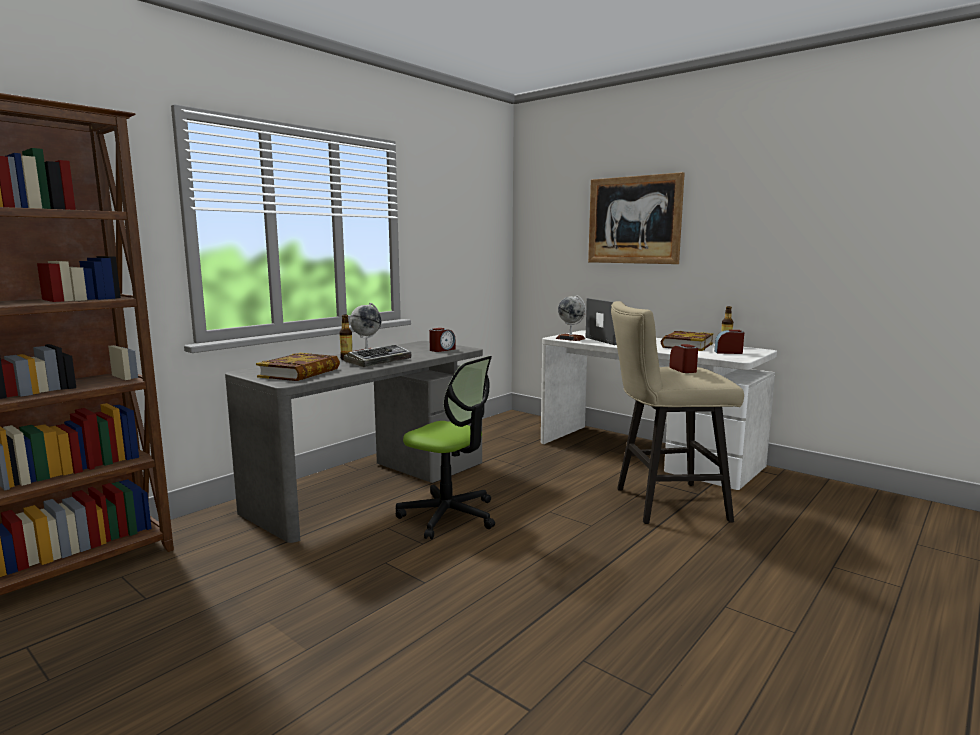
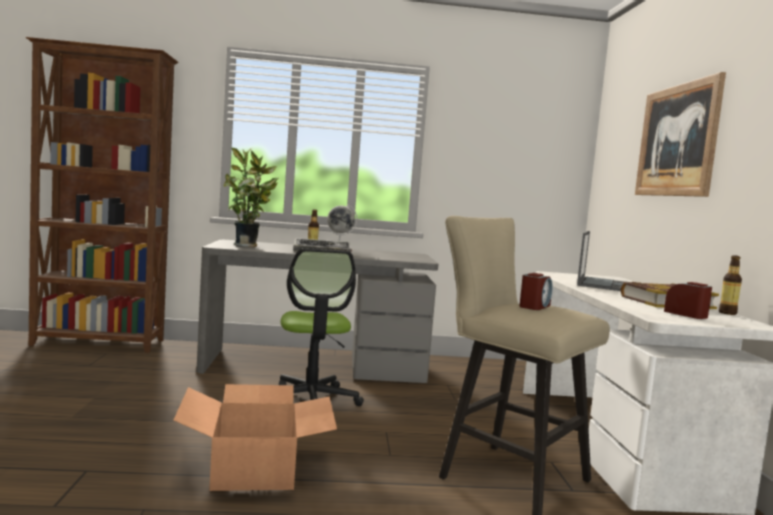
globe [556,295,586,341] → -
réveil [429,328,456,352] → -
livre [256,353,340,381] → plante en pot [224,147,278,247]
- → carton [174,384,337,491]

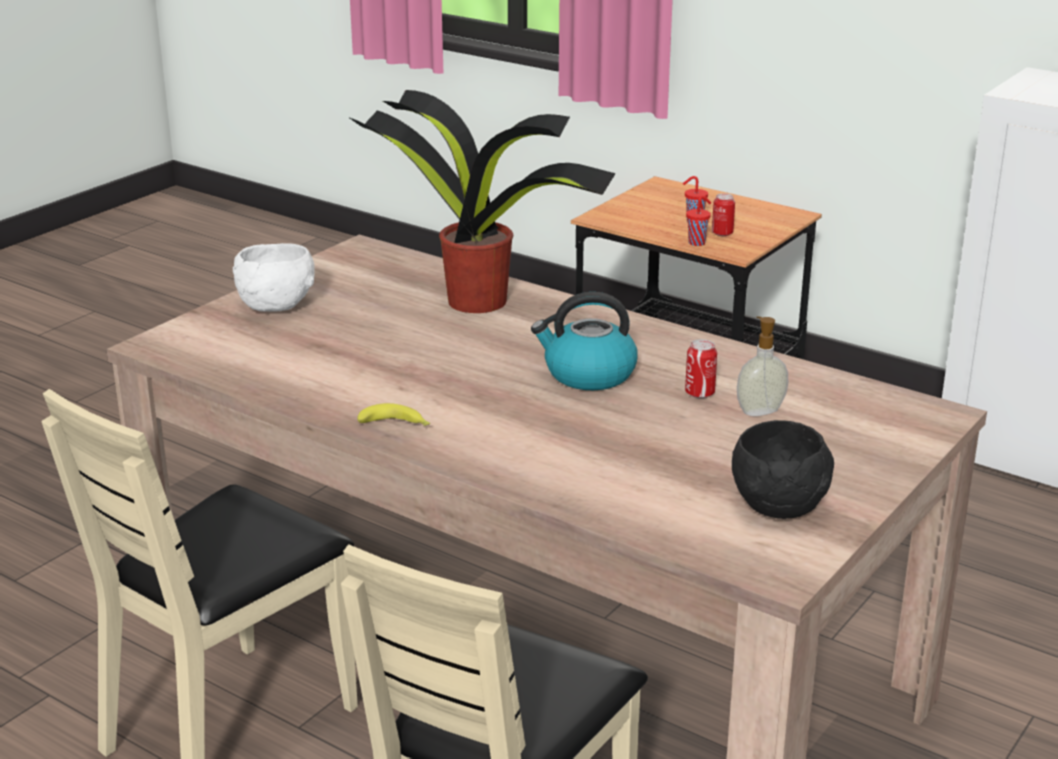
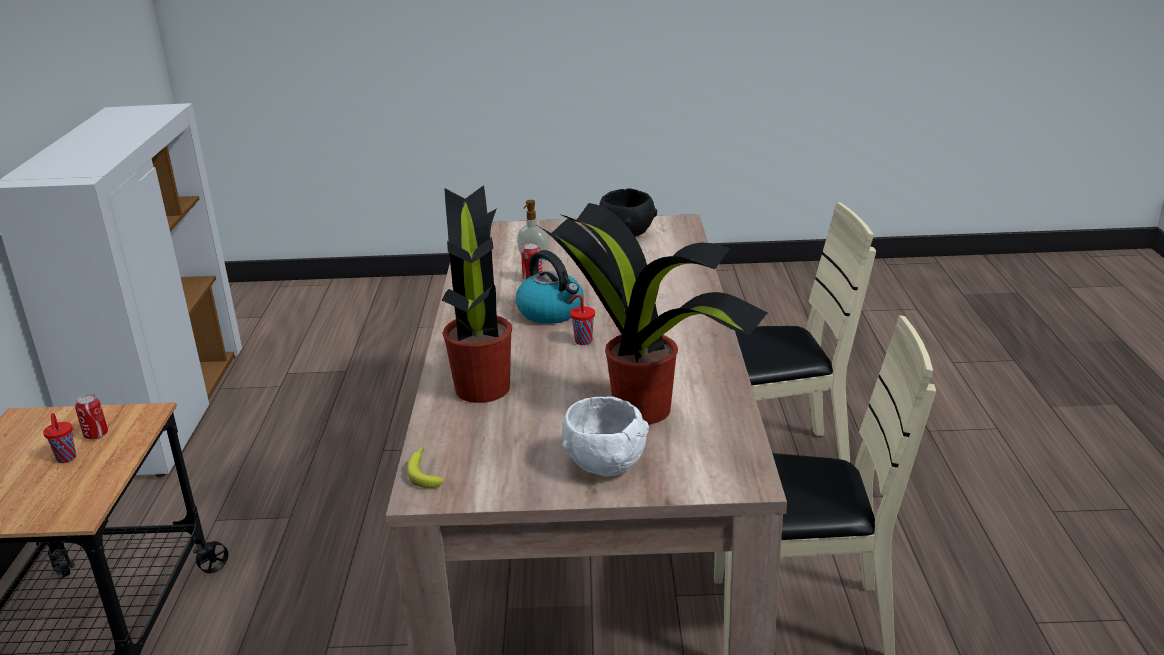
tasse/rouge [686,196,711,246] → tasse/rouge [568,294,595,345], shifted
banane [357,403,430,426] → banane [407,446,444,488], shifted
- → plante en pot [538,203,767,425]

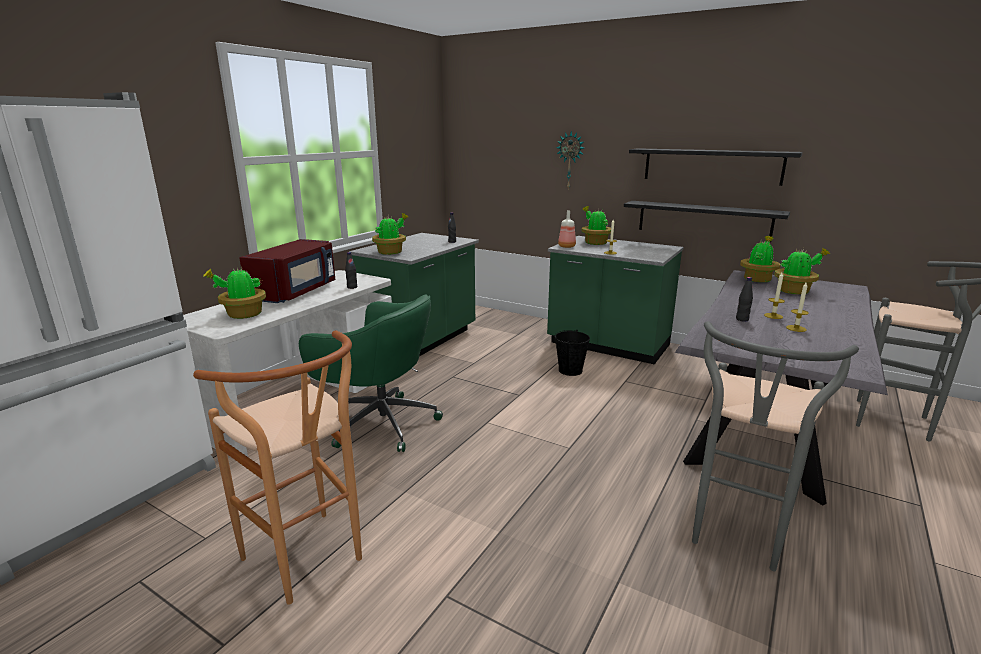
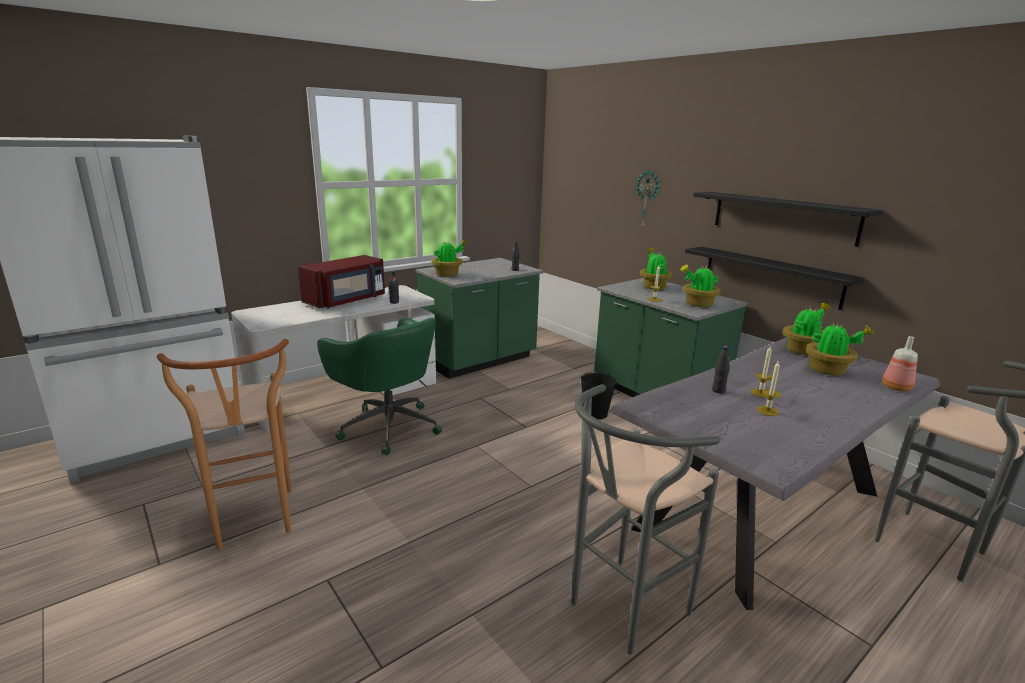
bouteille [558,210,576,248] → bouteille [882,336,918,391], shifted
plante en pot [203,265,266,319] → plante en pot [680,265,721,307], shifted

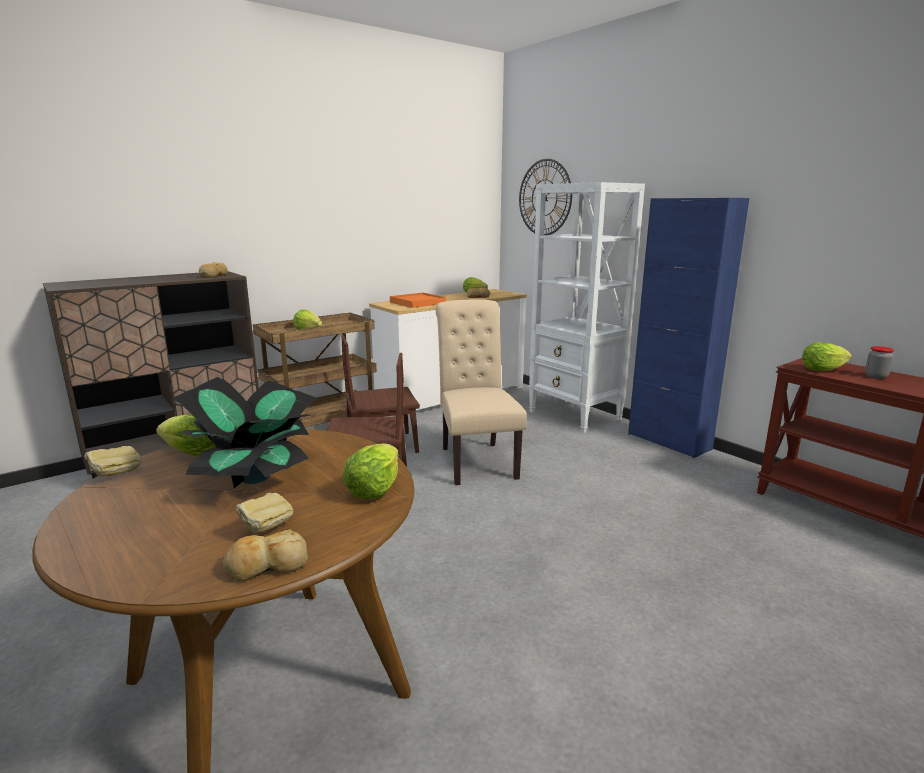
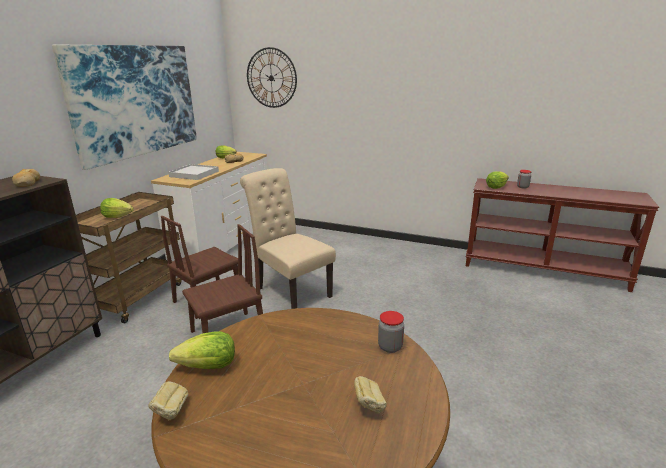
bibliothèque/blanc [529,182,645,433] → -
meuble de rangement/bleu [628,198,749,458] → -
plateau/orange [390,293,446,308] → plateau/blanc [168,164,219,180]
plante en pot [171,377,317,488] → -
laitue [343,443,398,499] → bocal [378,311,404,353]
pain [223,529,308,581] → -
- → tableau [52,45,197,170]

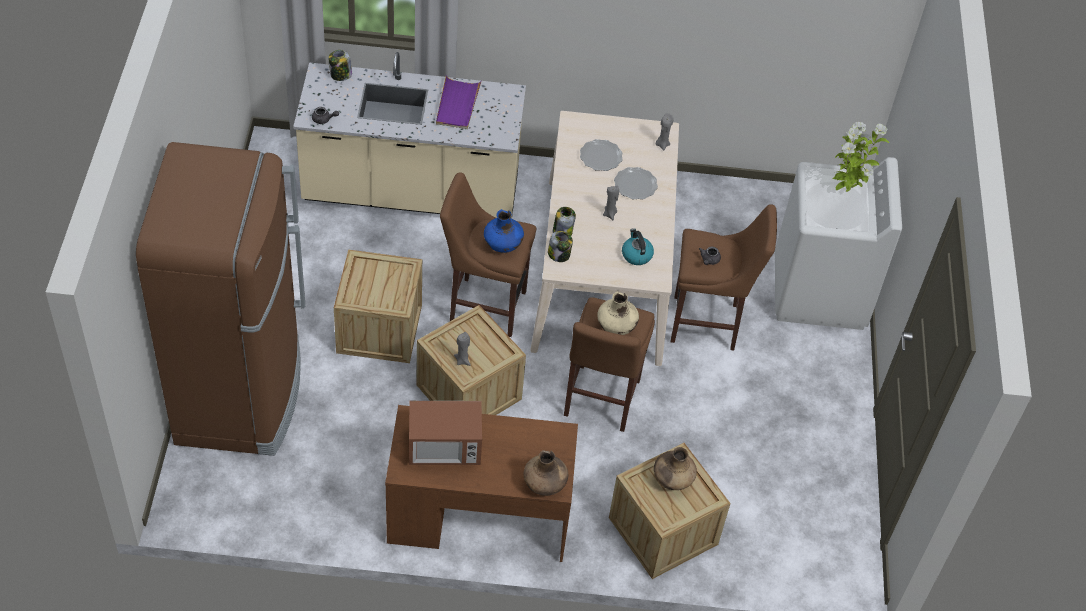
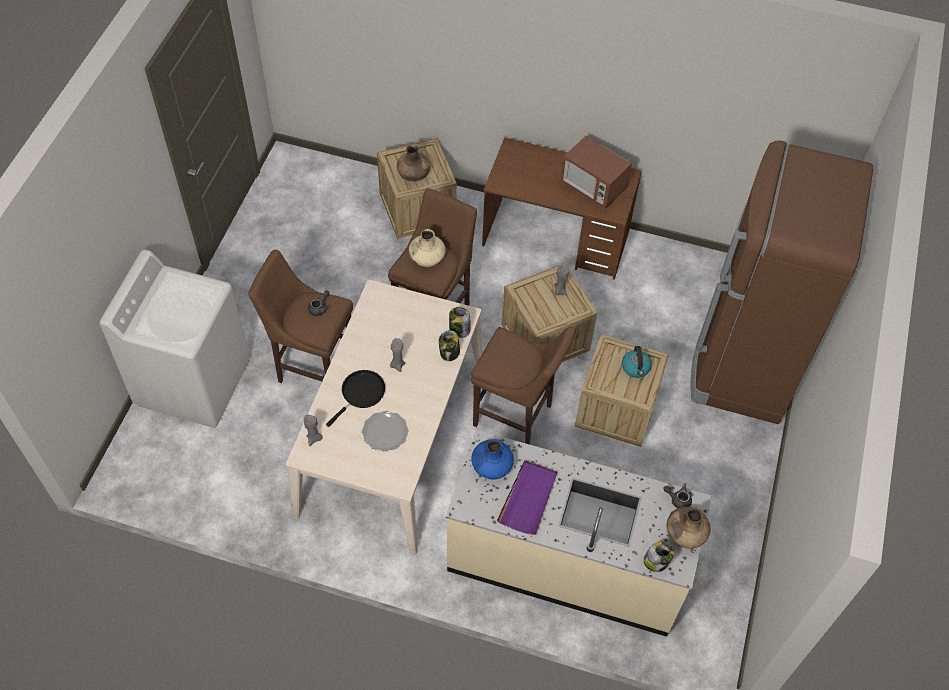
plante en pot [833,122,889,192] → -
assiette [614,167,658,200] → poêle/noir [326,370,385,427]
vase/bleu [484,209,524,253] → vase/bleu [471,439,514,480], shifted
bouilloire [622,228,654,265] → bouilloire [622,346,652,378], shifted
micro-ondes [409,401,482,465] → micro-ondes [561,136,632,209], 150 degrees counterclockwise
vase/marron [524,450,568,496] → vase/marron [667,506,711,549], shifted

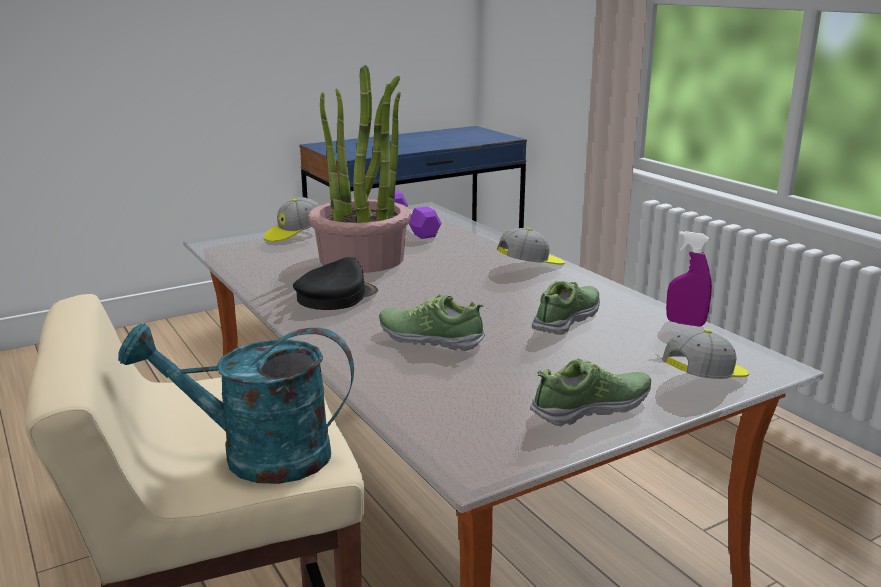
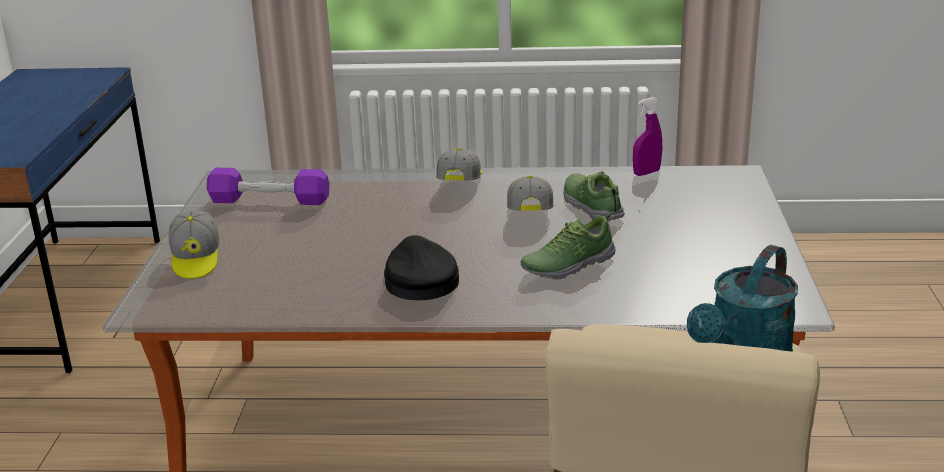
plante en pot [308,65,411,273] → -
casquette [662,329,749,379] → casquette [507,176,554,211], shifted
chaussure [530,359,651,426] → -

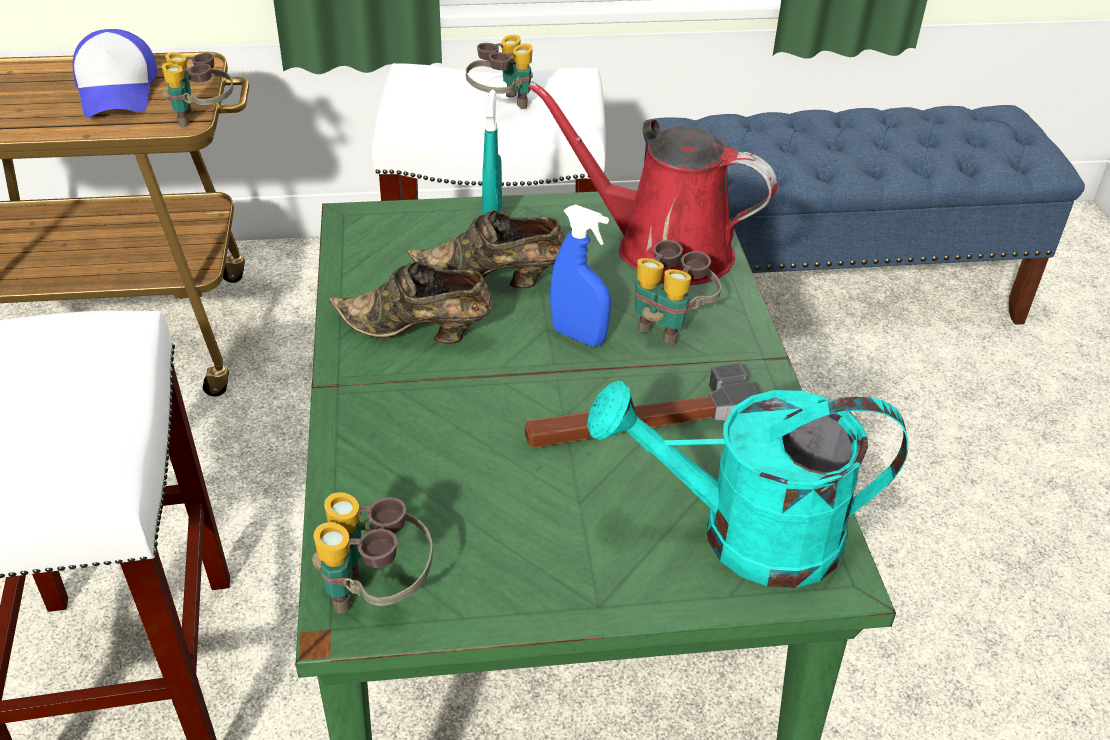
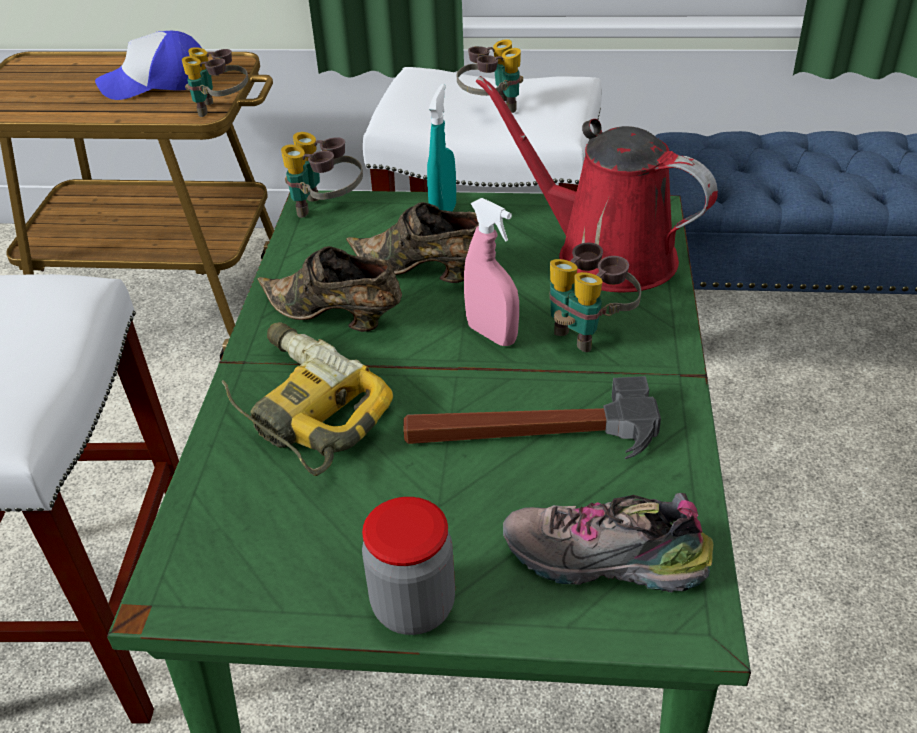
casquette [73,29,158,117] → casquette [95,31,202,100], 75 degrees clockwise
vaporisateur/bleu [550,204,611,346] → vaporisateur/rose [464,198,519,346]
arrosoir/turquoise [587,381,908,588] → chaussure [503,493,713,593]
jumelles [312,492,433,614] → jumelles [281,132,363,218], shifted
- → perceuse [222,322,393,476]
- → bocal [362,497,455,635]

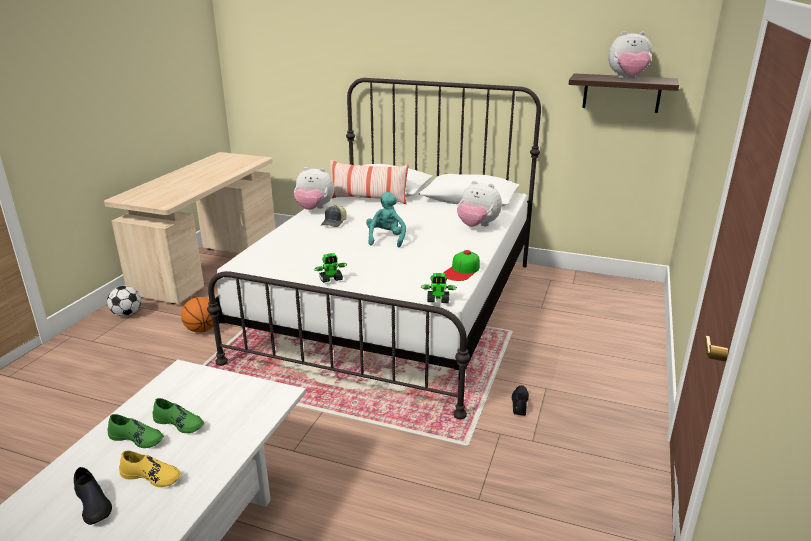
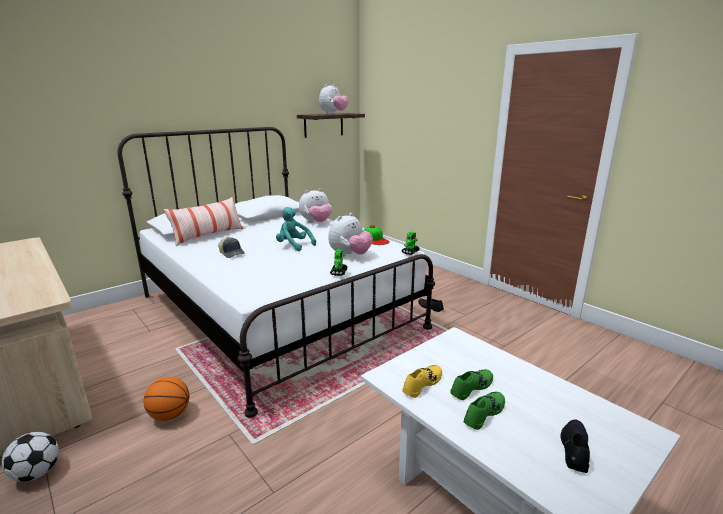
peluche [294,167,334,210] → peluche [328,213,373,256], shifted
chaussure/jaune [119,451,181,487] → chaussure/jaune [402,365,442,398], shifted
chaussure/noir [74,467,112,525] → chaussure/noir [560,419,590,473], 60 degrees counterclockwise

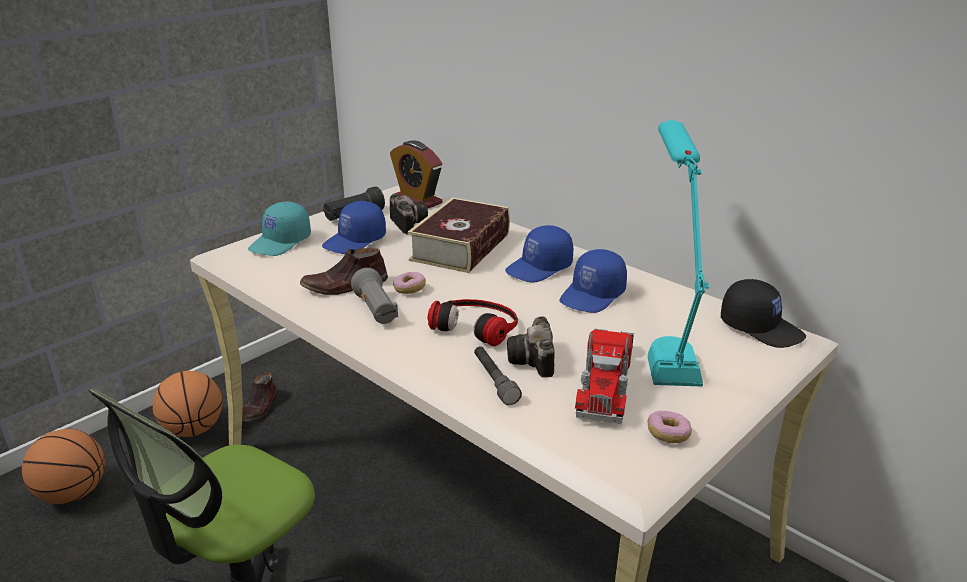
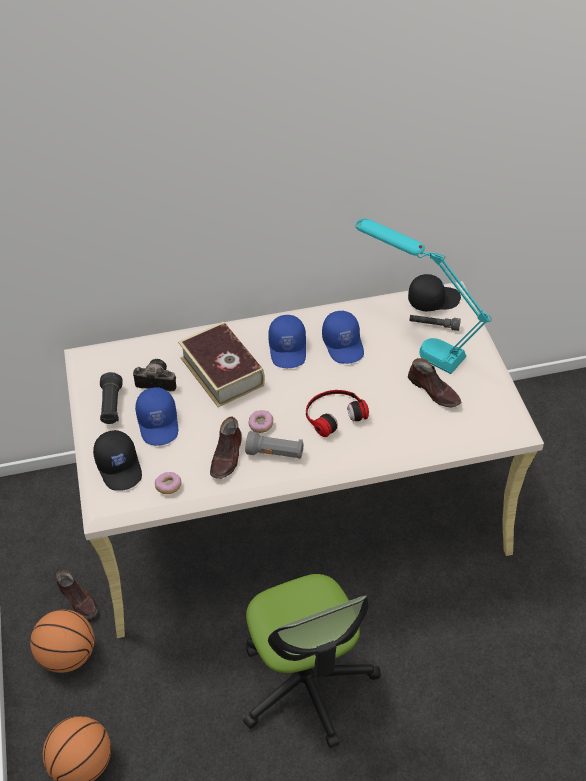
réveil [390,140,442,209] → -
casquette/turquoise [248,202,311,256] → casquette/noir [93,430,142,491]
appareil photo [507,316,555,378] → -
camion jouet [575,329,634,424] → chaussure/marron [408,358,462,407]
lampe de poche/gris [474,346,522,405] → lampe de poche/gris [409,315,461,331], shifted
beignet [648,411,692,443] → beignet [155,472,181,494], shifted

